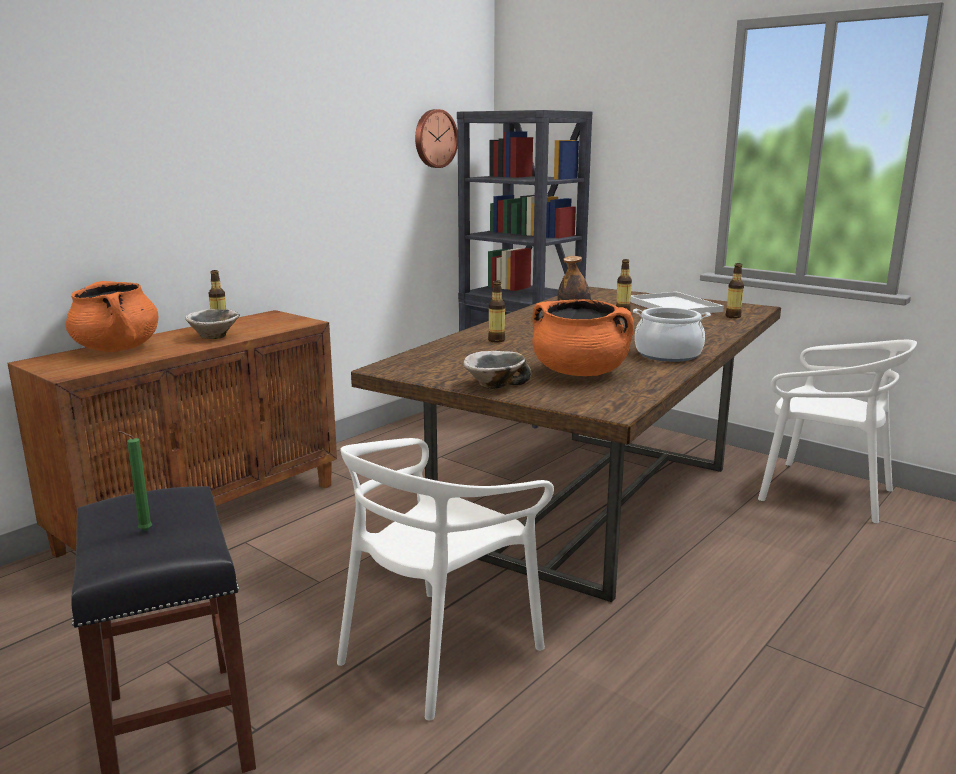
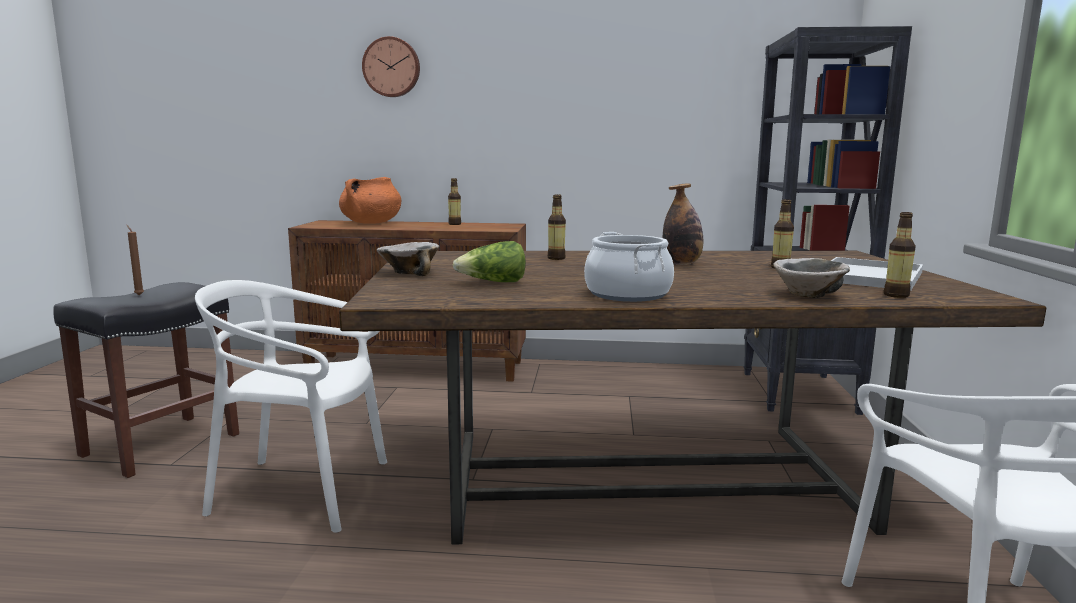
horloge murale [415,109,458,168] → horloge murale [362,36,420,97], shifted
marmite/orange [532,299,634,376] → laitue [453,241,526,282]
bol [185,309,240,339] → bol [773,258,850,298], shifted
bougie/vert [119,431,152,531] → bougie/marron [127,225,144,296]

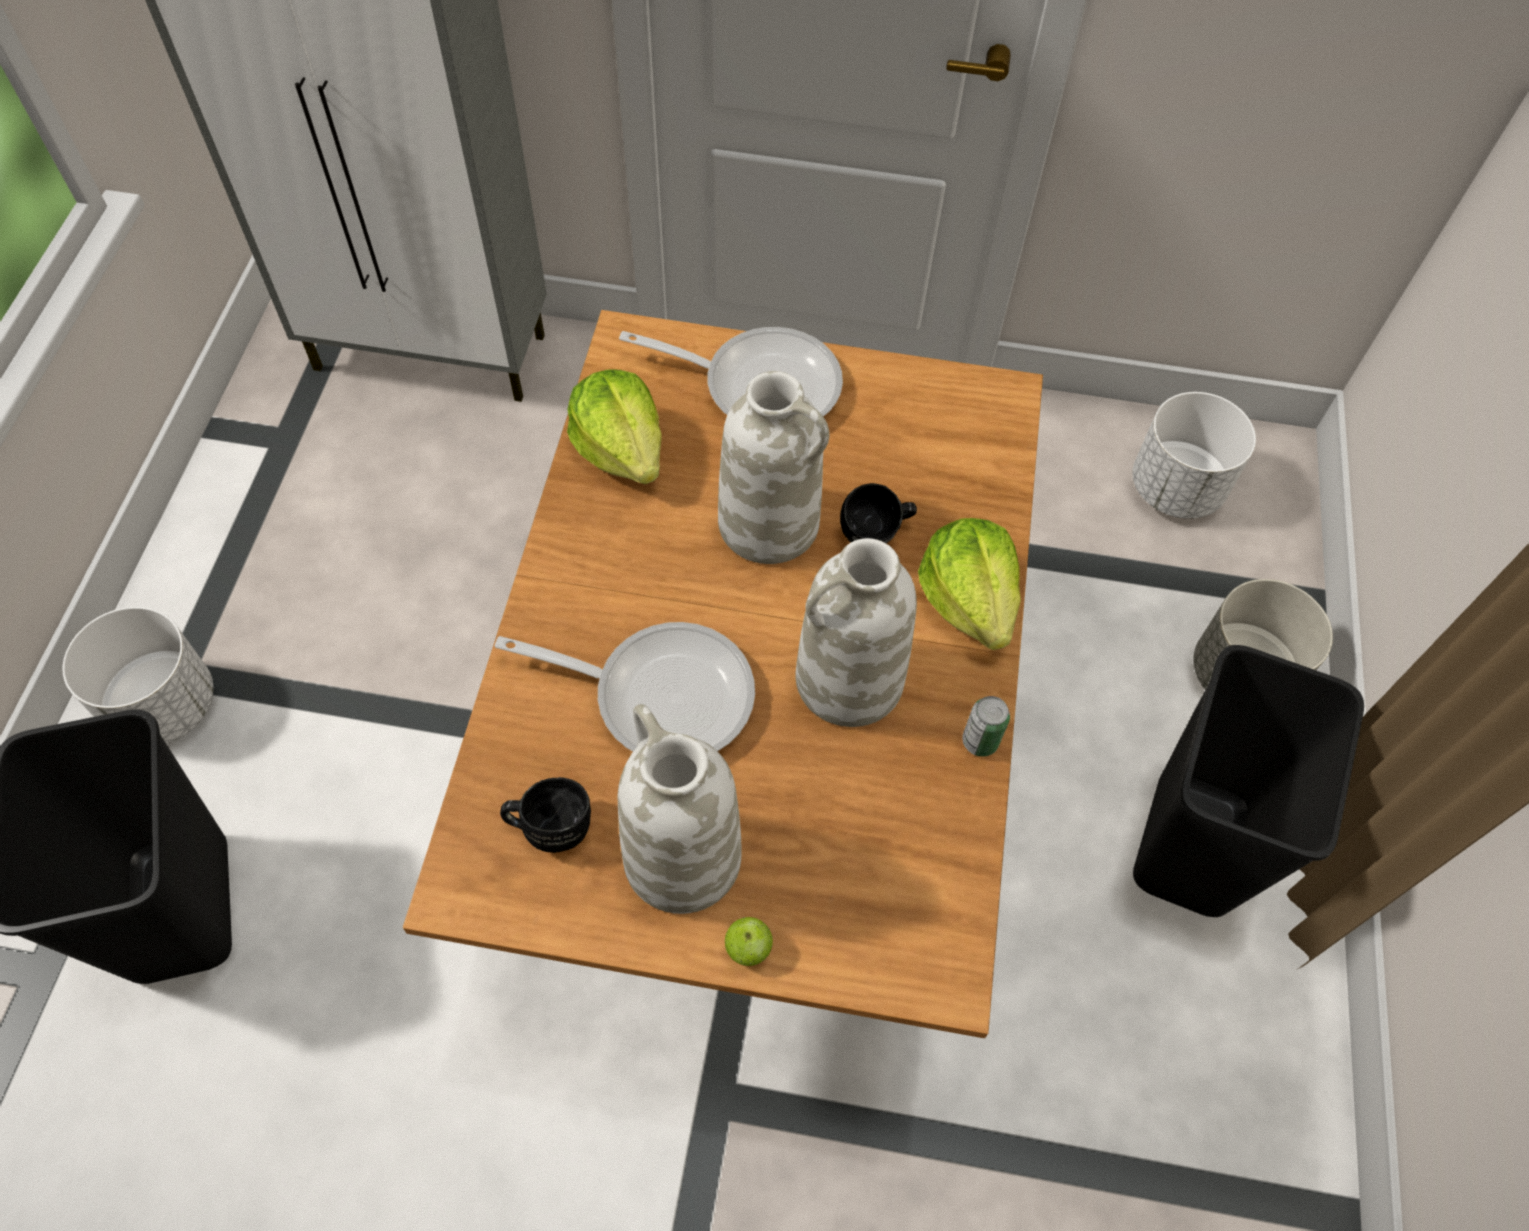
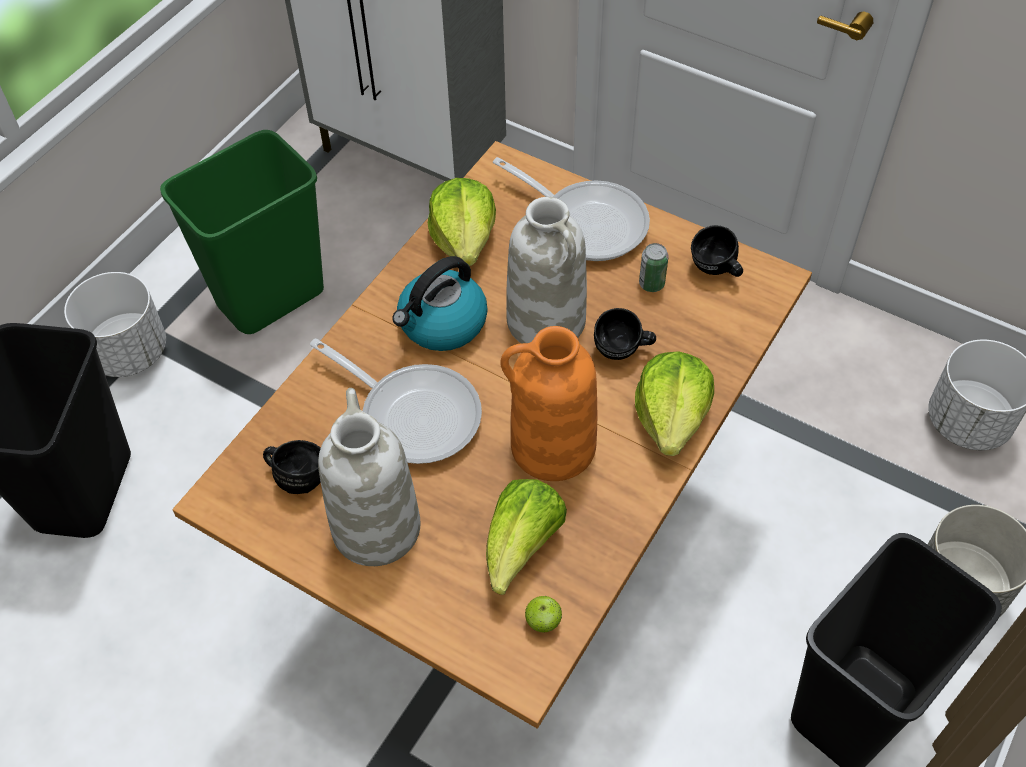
vase/blanc [796,538,917,727] → vase/orange [500,326,597,481]
boîte métallique [962,696,1010,757] → boîte métallique [639,243,669,292], shifted
pomme [725,917,773,966] → pomme [525,596,562,632], shifted
- → poubelle/vert [160,130,324,334]
- → mug/noir [691,225,743,277]
- → bouilloire [392,256,488,351]
- → laitue [486,479,567,595]

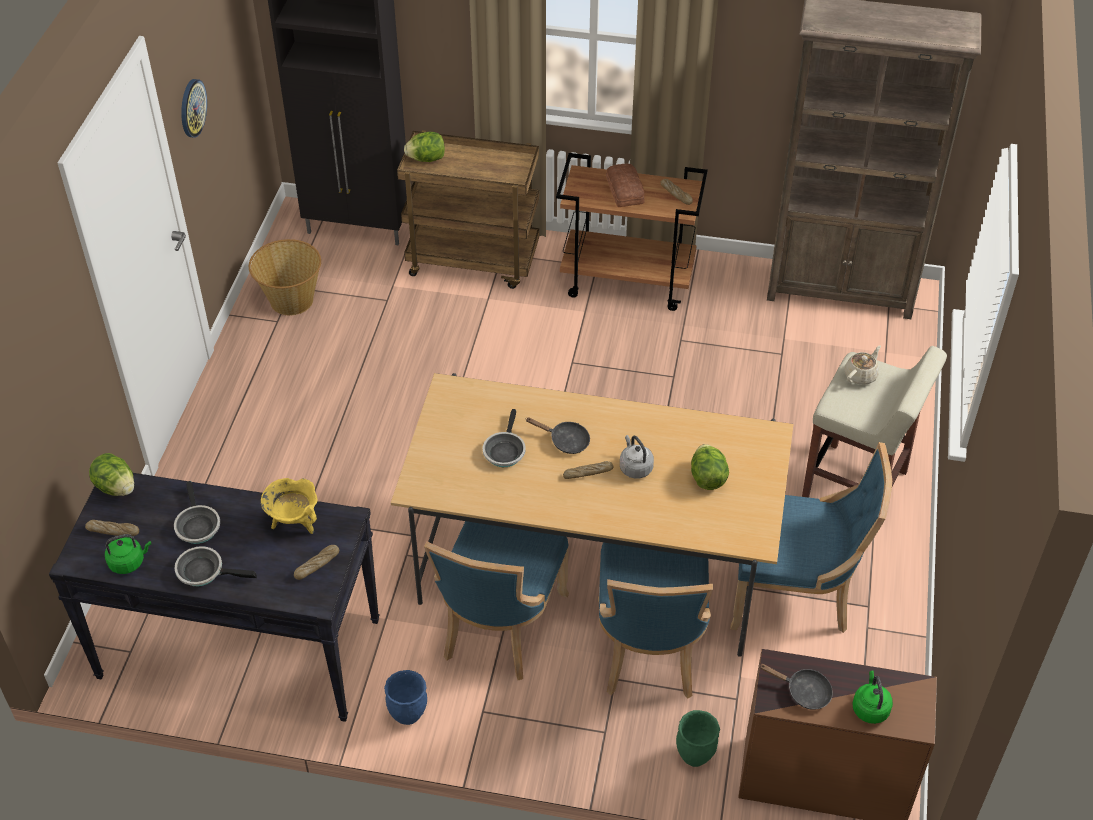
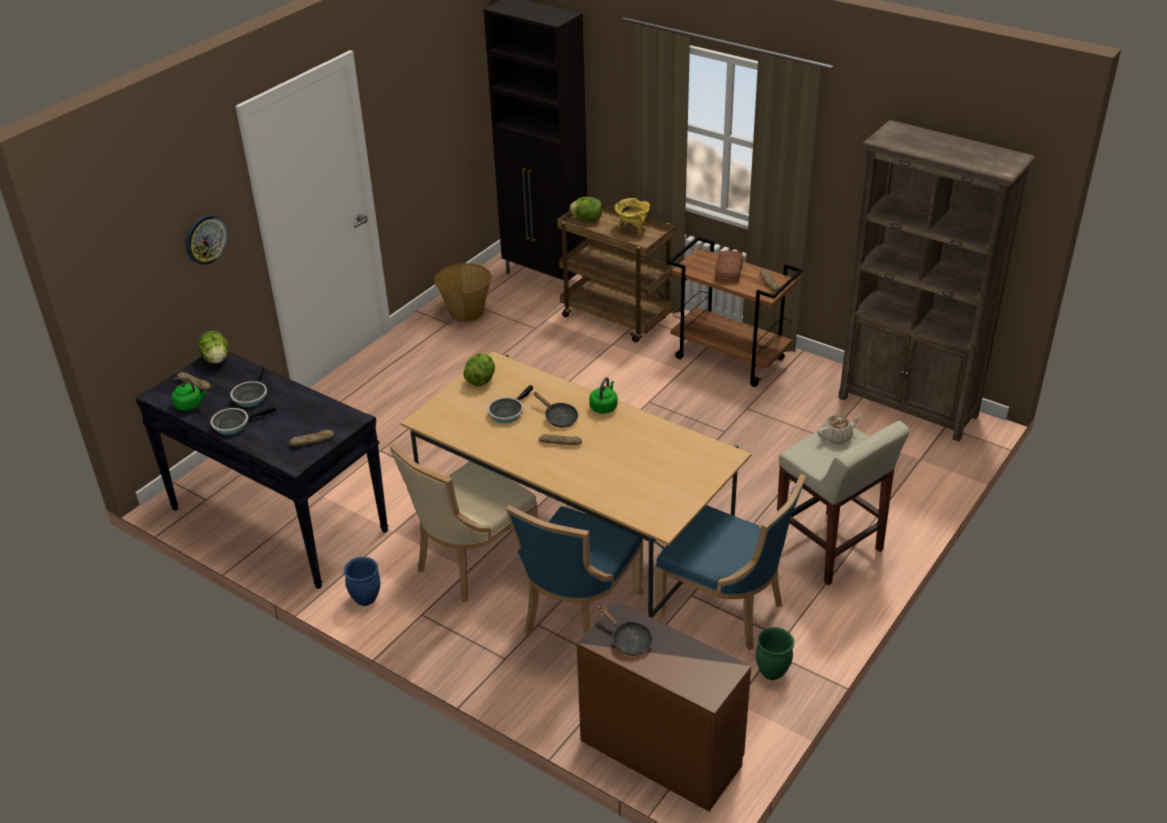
horloge murale [181,79,207,138] → horloge murale [186,215,228,265], shifted
bouilloire/gris [620,435,654,479] → -
laitue [691,444,729,490] → laitue [463,353,495,386], shifted
marmite/jaune [261,478,317,534] → marmite/jaune [614,198,650,235], shifted
chaise/bleu [424,521,569,680] → chaise/beige [389,443,538,602]
poêle [174,546,257,586] → poêle [211,405,276,435], 60 degrees counterclockwise
bouilloire/vert [853,670,893,724] → bouilloire/vert [589,377,617,414], shifted
cache-pot/vert [676,710,720,767] → cache-pot/vert [756,627,794,680], shifted

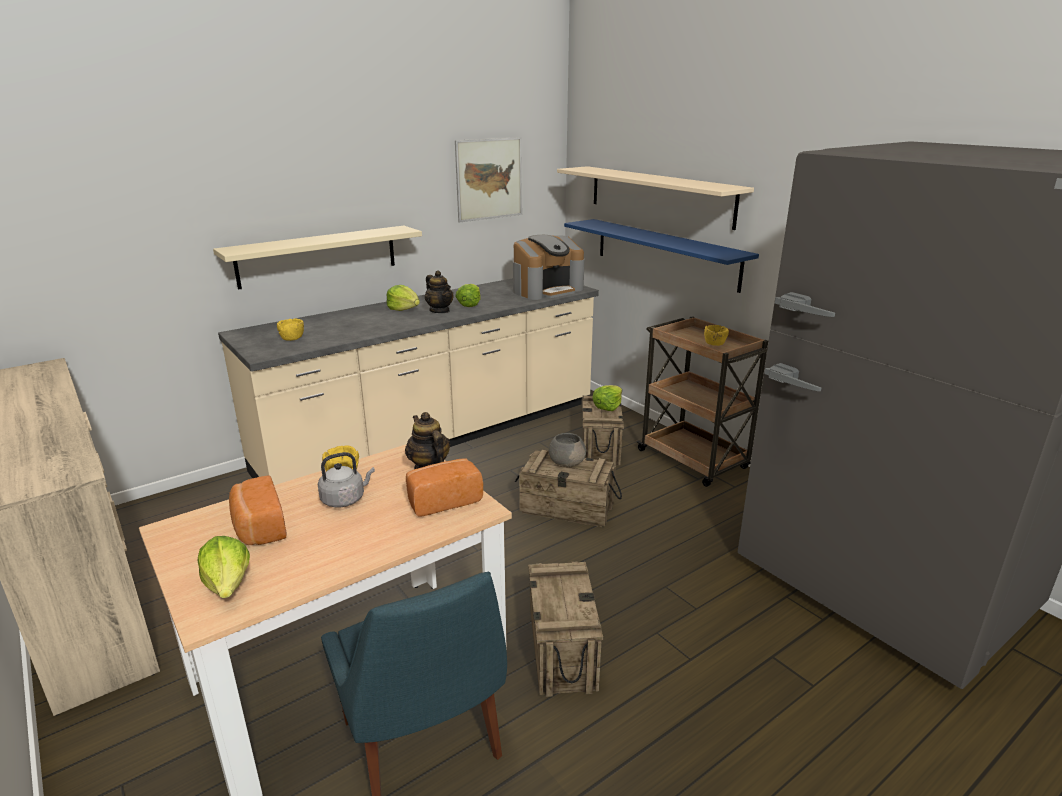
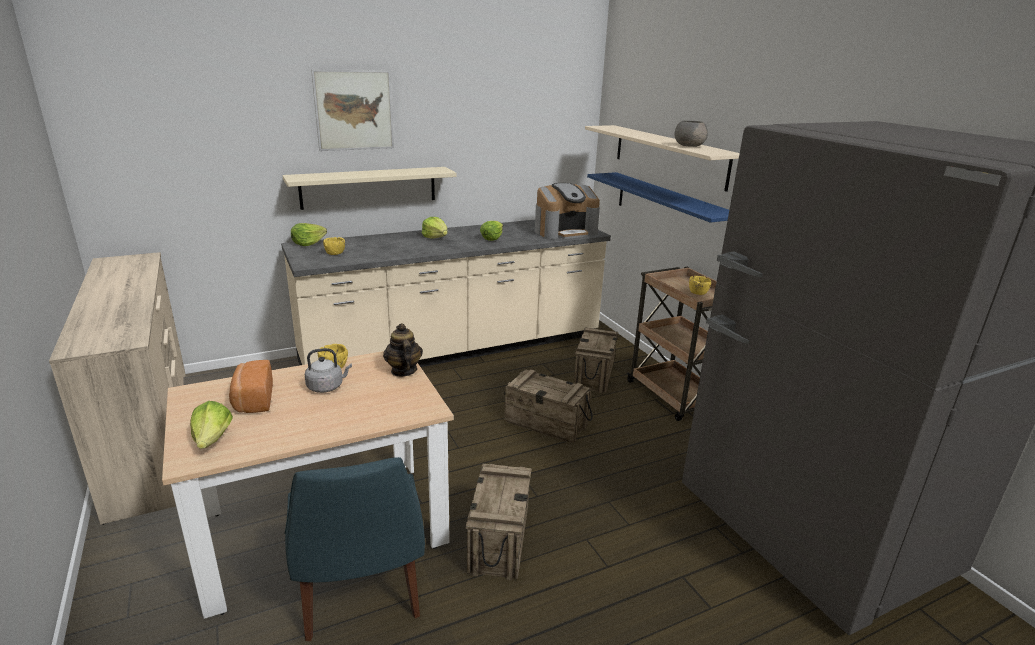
tableau [455,137,522,222] → tableau [311,69,394,151], shifted
théière [425,271,454,313] → -
laitue [592,385,622,411] → laitue [291,223,327,246], shifted
bol/gris [549,433,586,467] → bol/gris [674,120,708,147], shifted
pain [406,459,483,516] → -

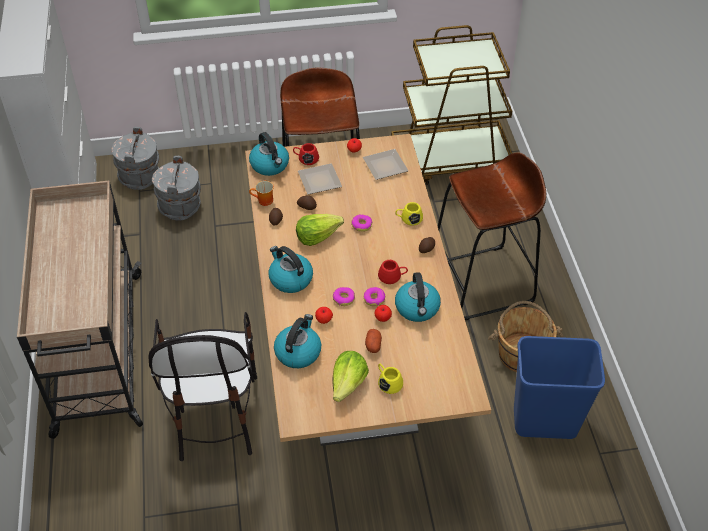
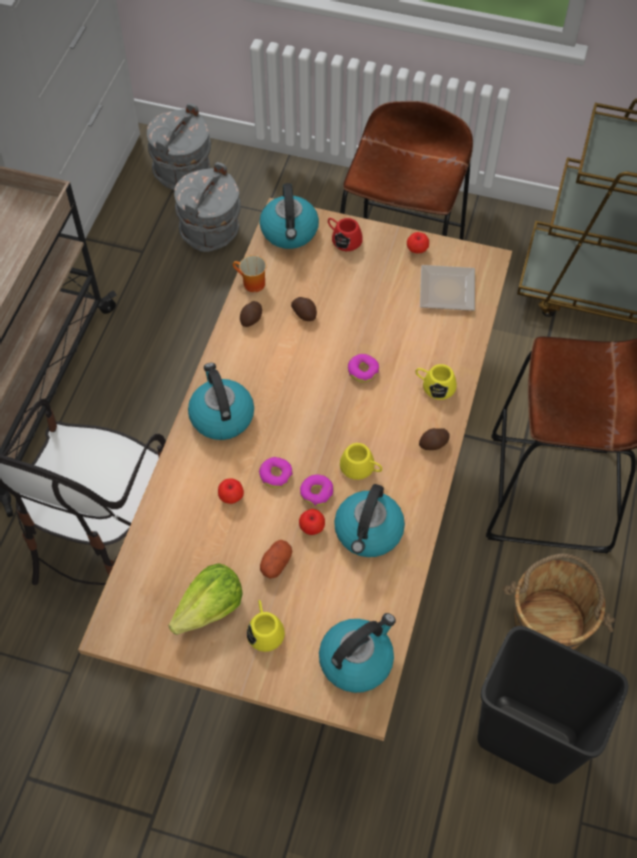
assiette [298,163,342,195] → -
laitue [296,214,344,246] → -
mug/rouge [378,260,408,284] → mug/jaune [340,443,382,480]
bouilloire [274,314,321,368] → bouilloire [319,613,396,693], shifted
poubelle/bleu [514,336,605,439] → poubelle/noir [477,626,628,784]

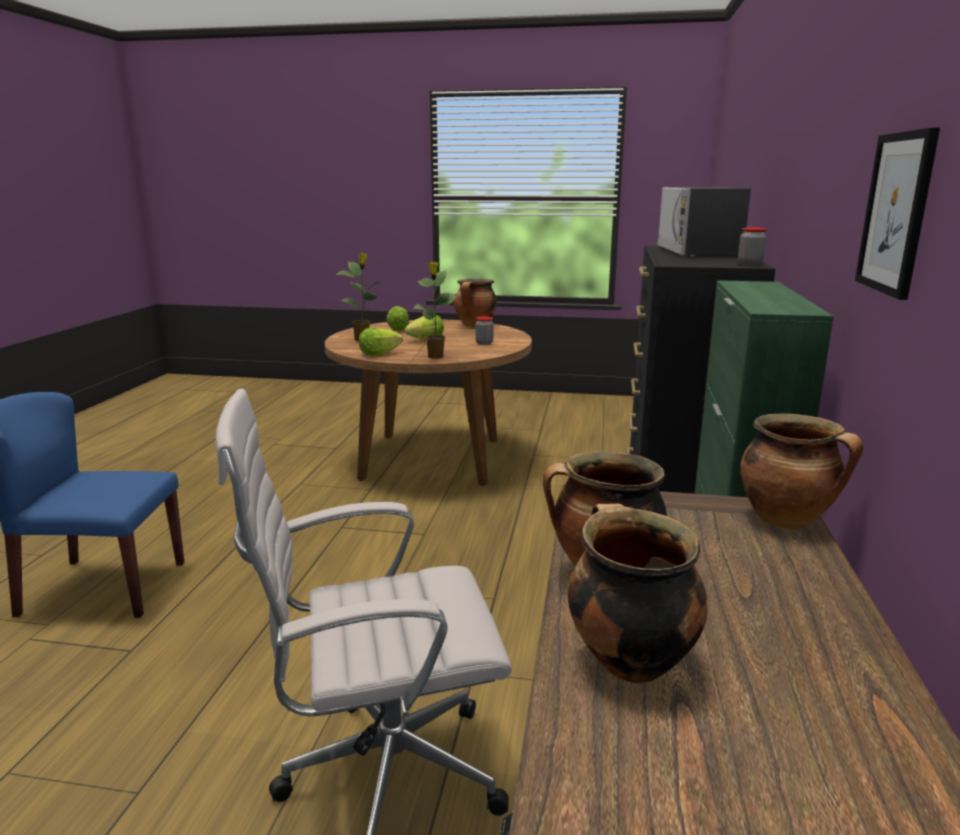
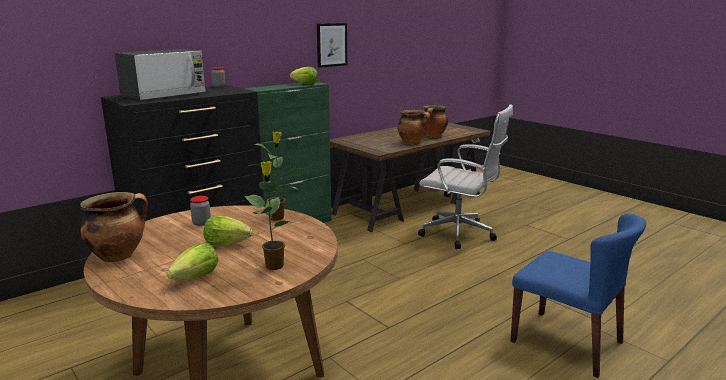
laitue [359,328,403,356] → laitue [290,67,318,84], shifted
marmite [740,413,863,529] → -

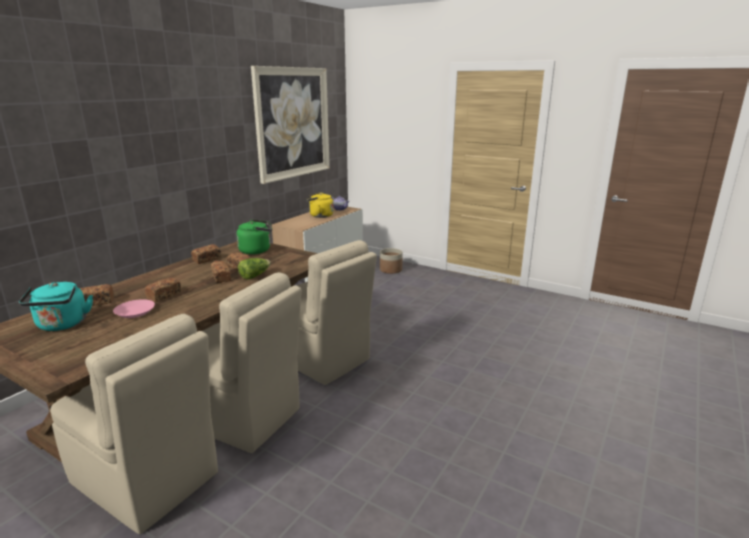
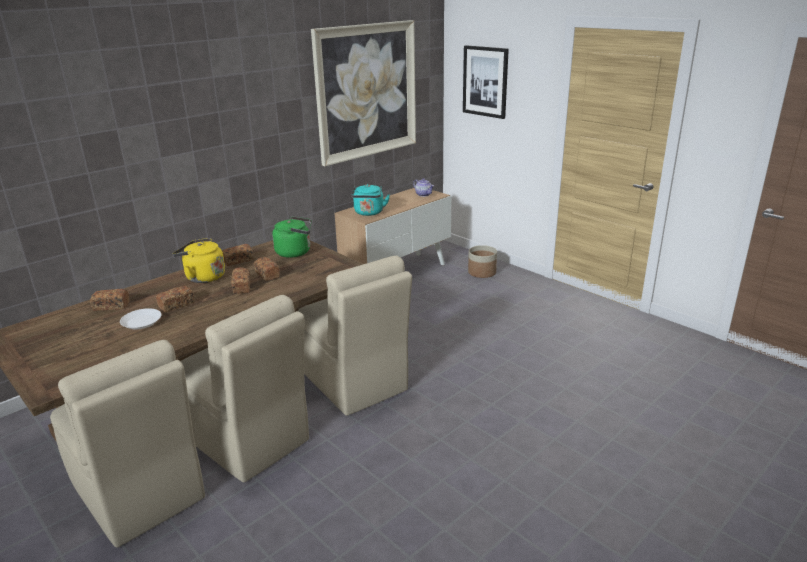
bouilloire/jaune [306,192,334,218] → bouilloire/jaune [173,238,225,283], shifted
laitue [238,258,271,280] → -
bouilloire/turquoise [19,282,93,331] → bouilloire/turquoise [351,184,390,216], shifted
assiette/rose [113,299,155,318] → assiette/blanc [120,308,161,330]
- → tableau [463,45,509,119]

